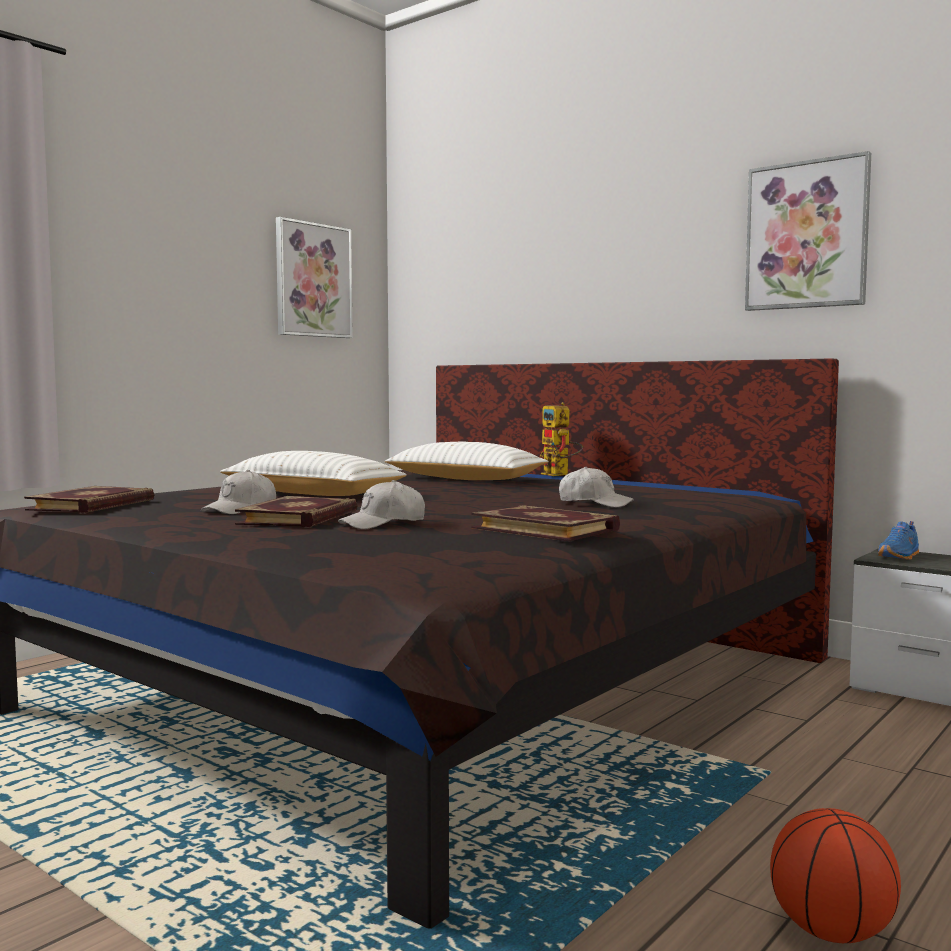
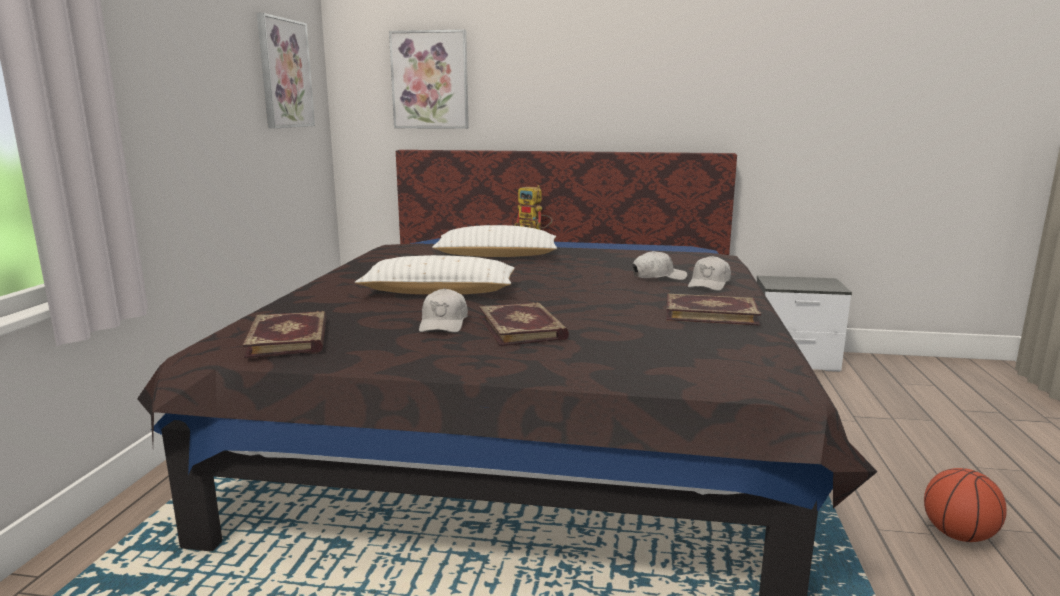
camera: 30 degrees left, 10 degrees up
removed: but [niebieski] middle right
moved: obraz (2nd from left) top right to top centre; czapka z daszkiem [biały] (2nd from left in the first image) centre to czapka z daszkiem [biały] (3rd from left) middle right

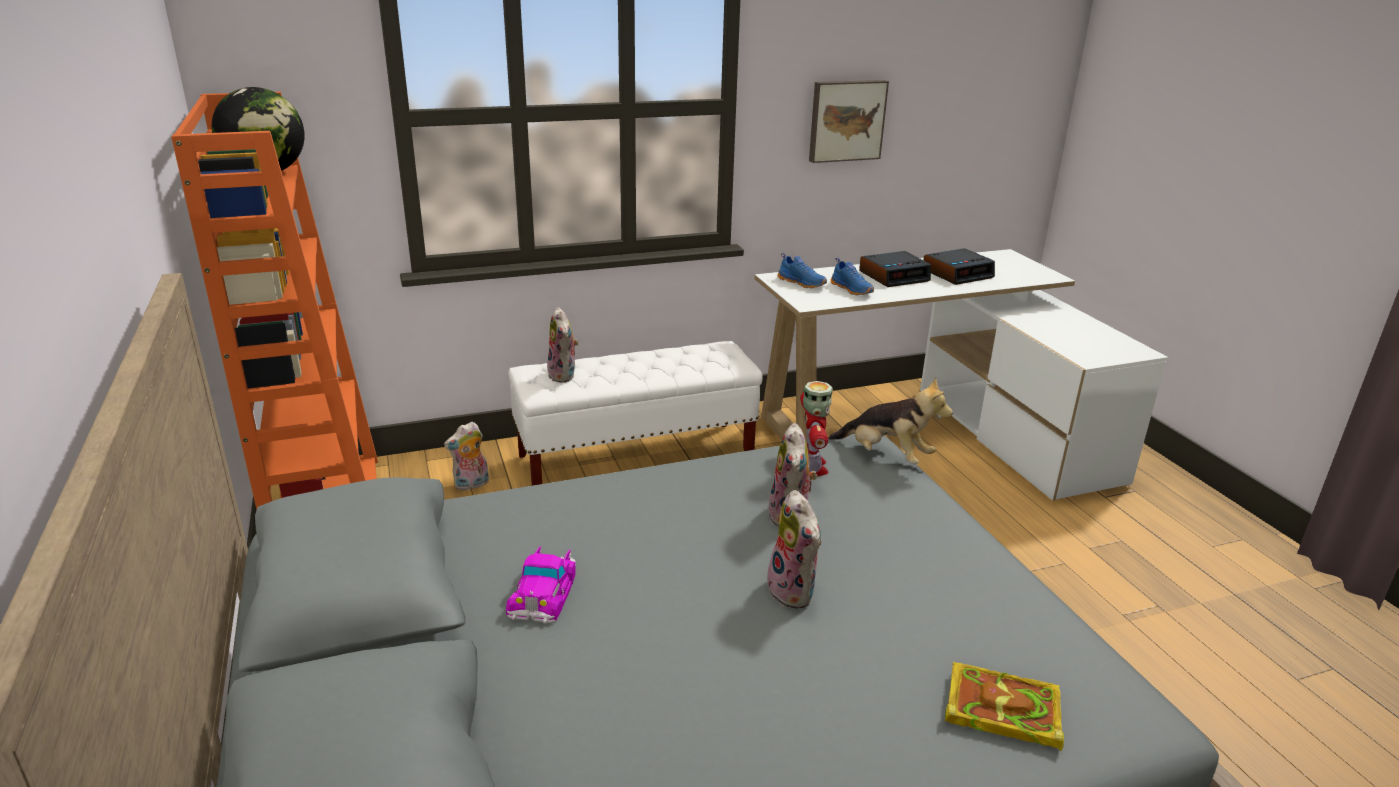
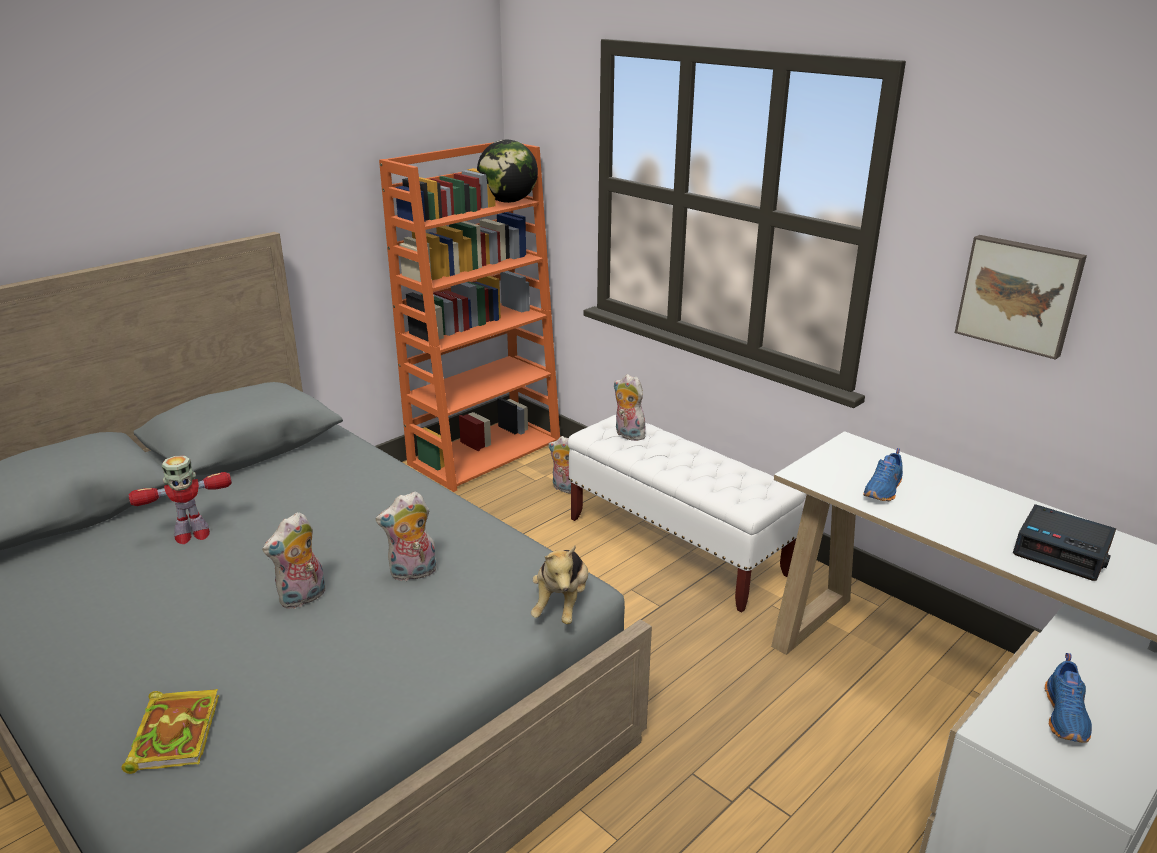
camera: 65 degrees right, 0 degrees up
removed: budzik (1st from left) centre; samochodzik bottom centre
moved: but [niebieski] (1st from left in the first image) centre to but [niebieski] (2nd from left) bottom right; robot zabawkowy centre to middle left
turned: pluszak (2nd from left in the first image) centre = centre 90 degrees clockwise

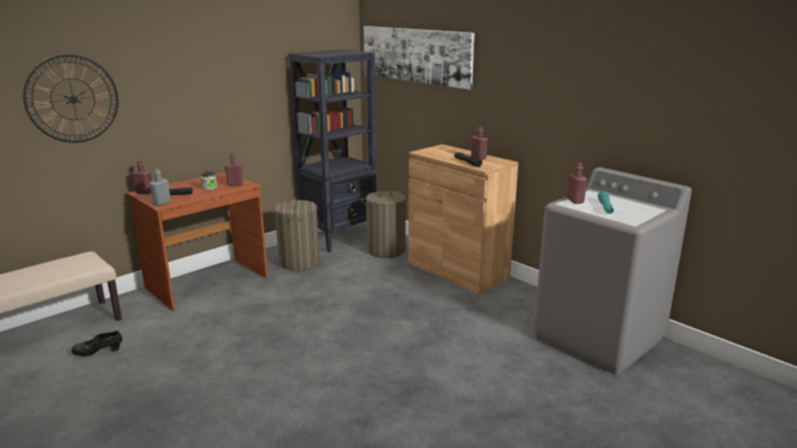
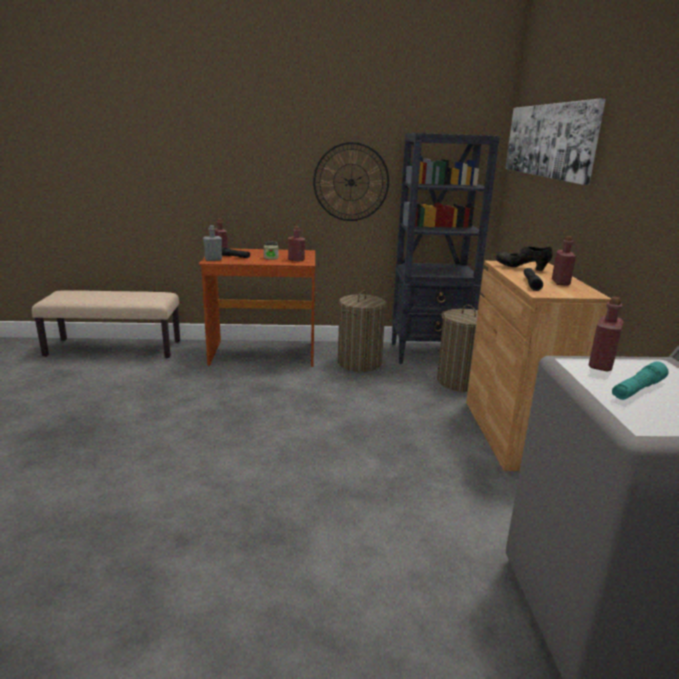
camera: 40 degrees right, 0 degrees up
moved: zegar ścienny top left to top centre; but [czarny] bottom left to middle right

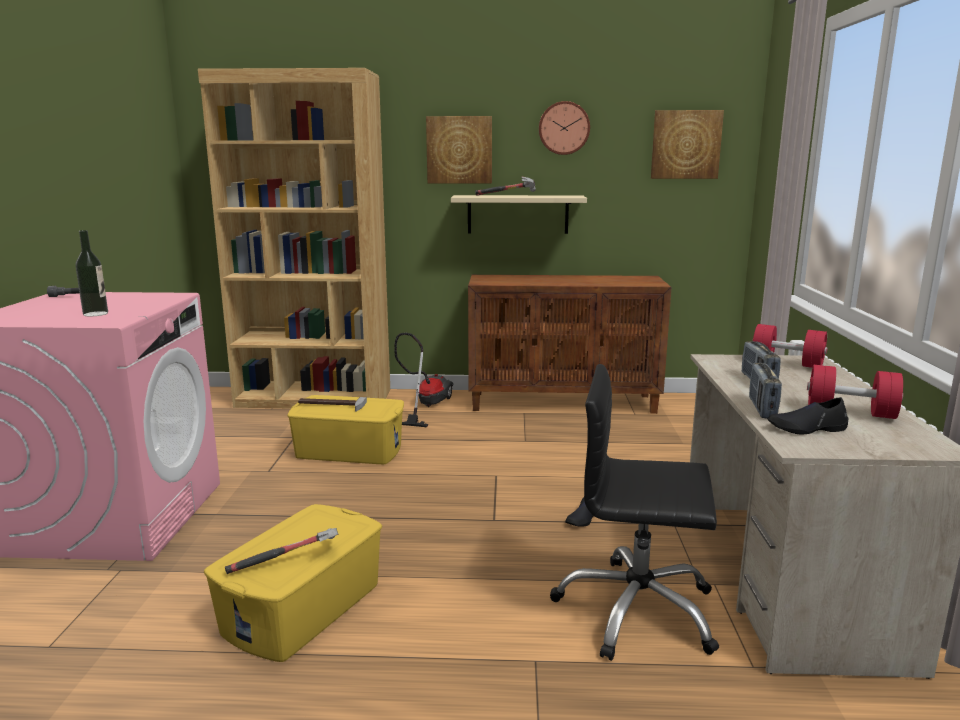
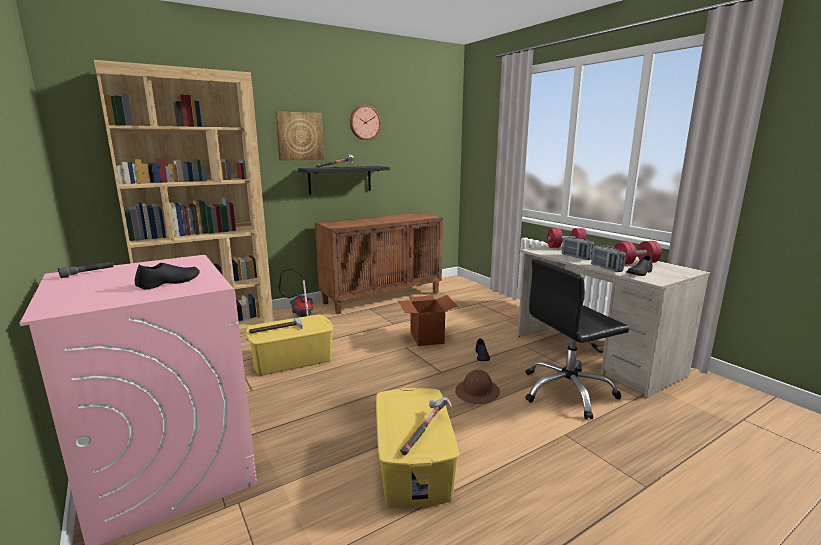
camera: 35 degrees left, 0 degrees up
removed: obraz (2nd from left) top right
added: karton centre; kask [brązowy] bottom centre
replaced: butelka middle left to but [czarny] (1st from left) middle left
recoloured: półka [beżowy] top centre to półka [czarny] top centre

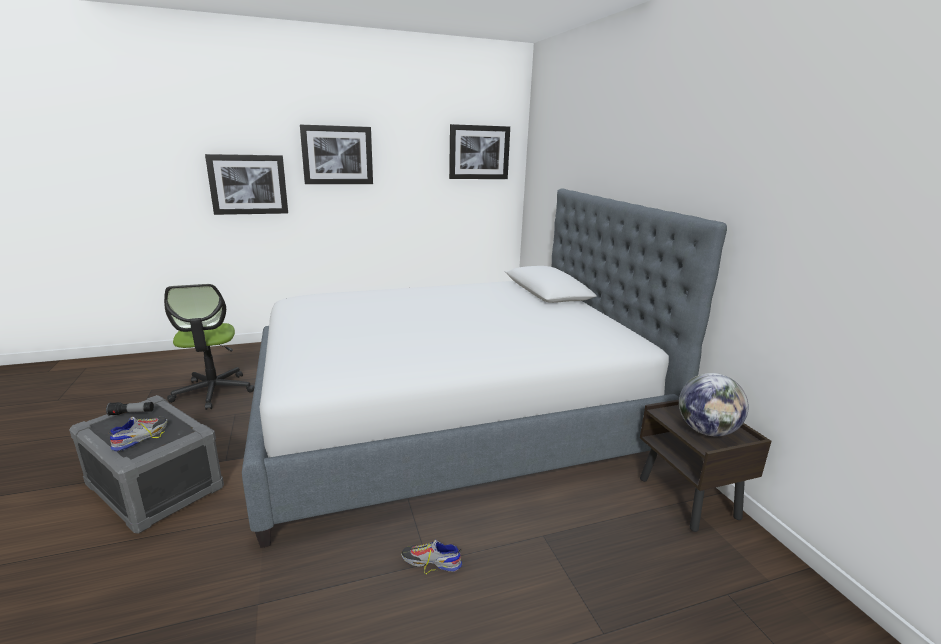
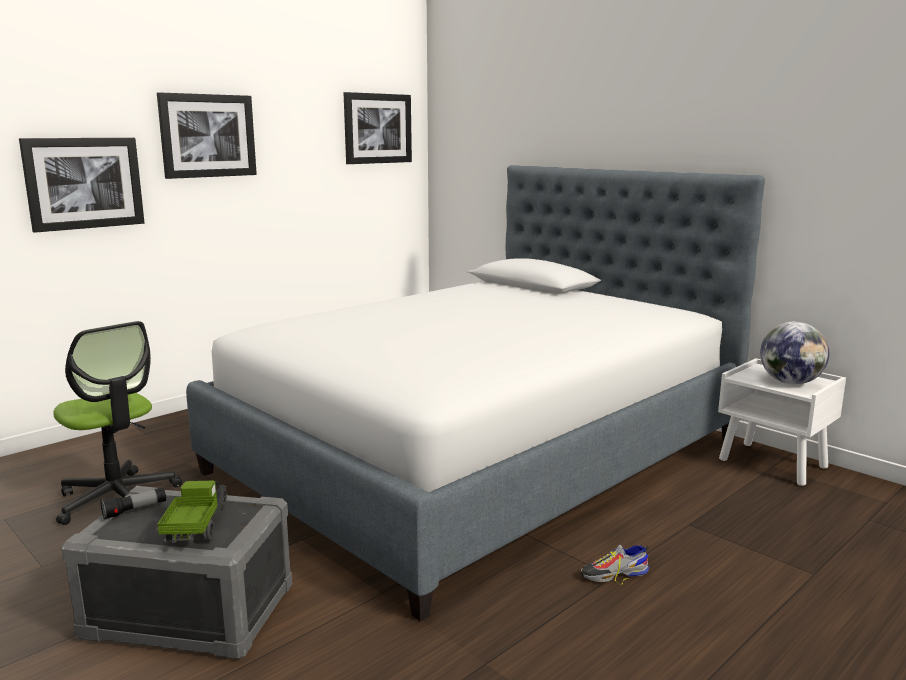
camera: 25 degrees left, 5 degrees down
replaced: but (1st from left) bottom left to ciężarówka zabawkowa bottom left
recoloured: szafka nocna [brązowy] bottom right to szafka nocna [biały] middle right

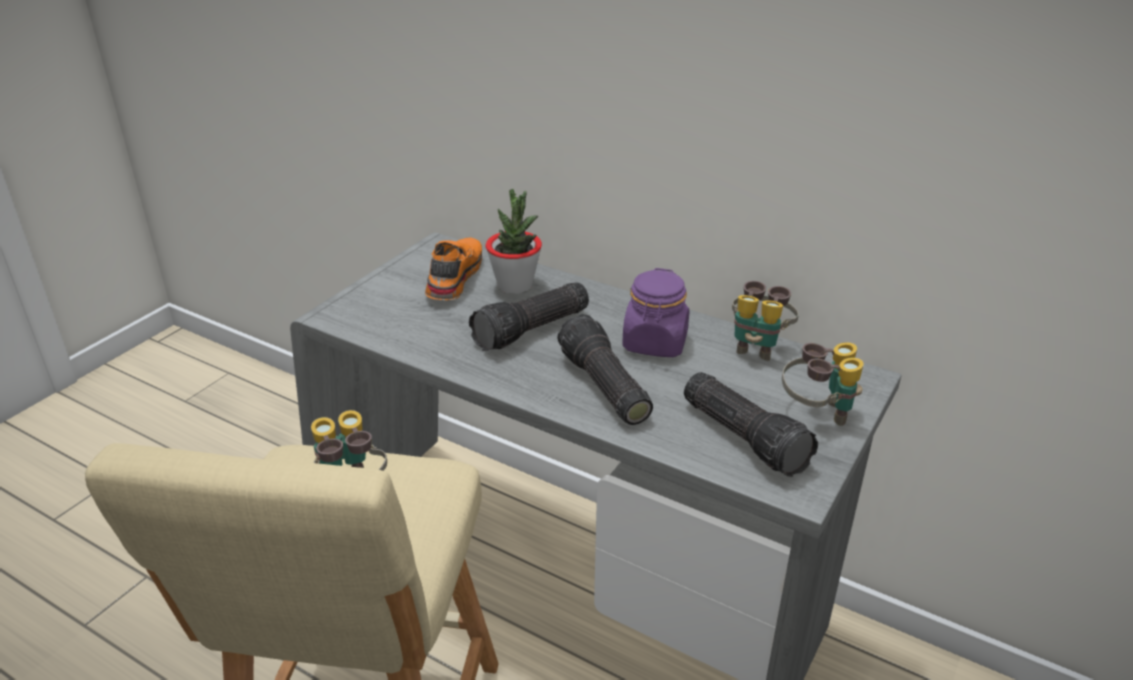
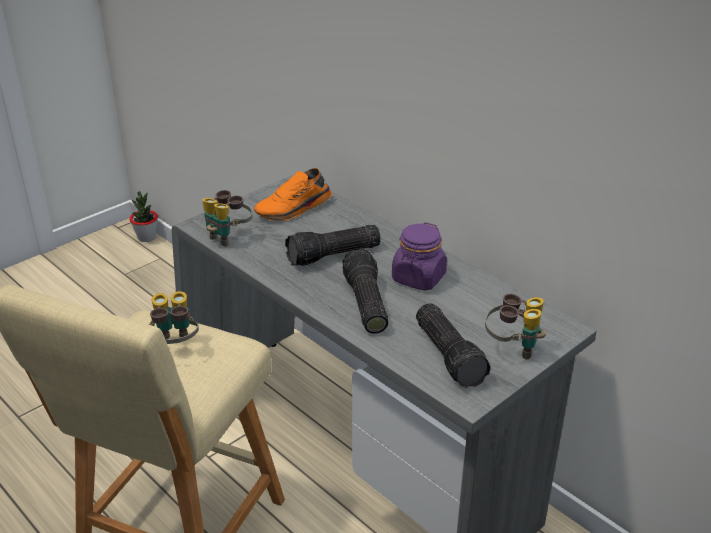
camera: 15 degrees right, 0 degrees up
moved: roślina doniczkowa centre to middle left; lornetka (2nd from left) middle right to middle left
turned: but [pomarańczowy] centre = centre 150 degrees counterclockwise

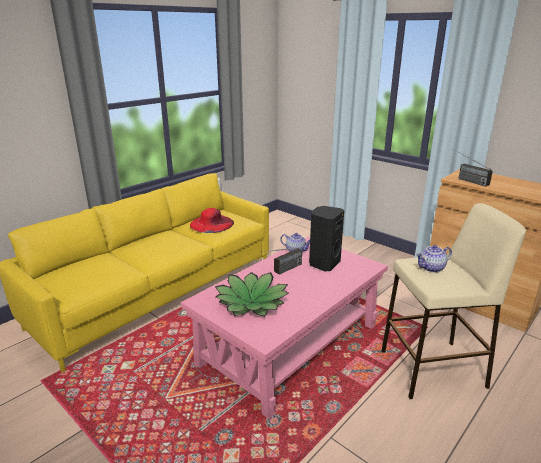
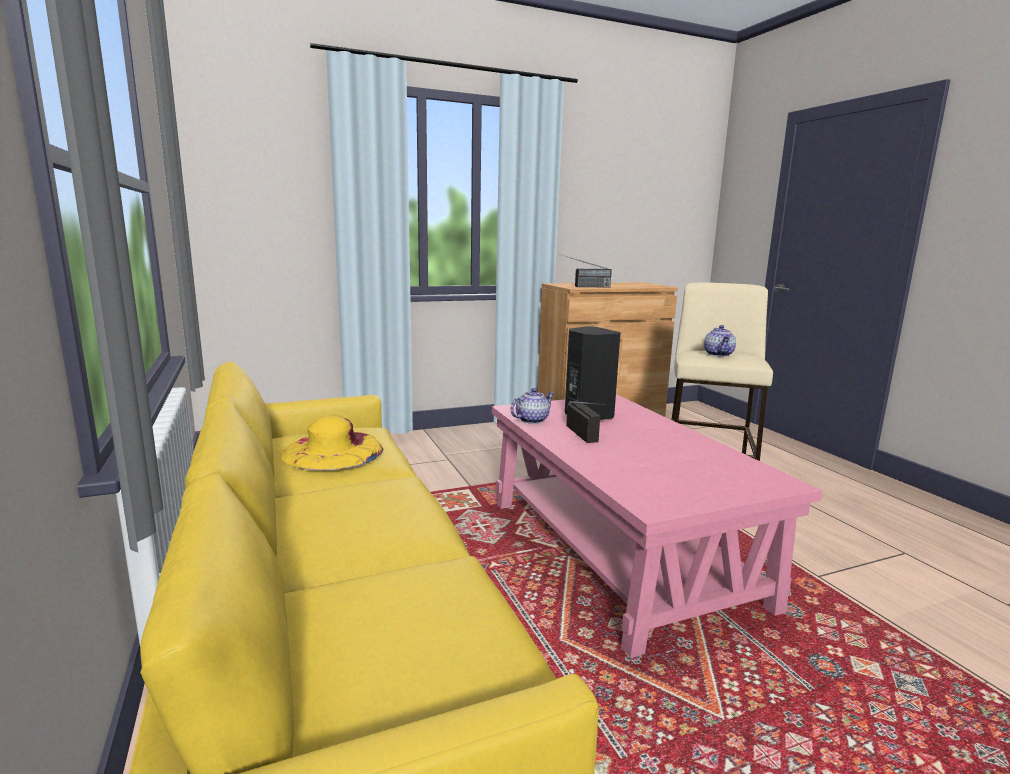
camera: 65 degrees left, 10 degrees down
removed: roślina doniczkowa centre
recoloured: kapelusz [czerwony] centre to kapelusz [żółty] middle left

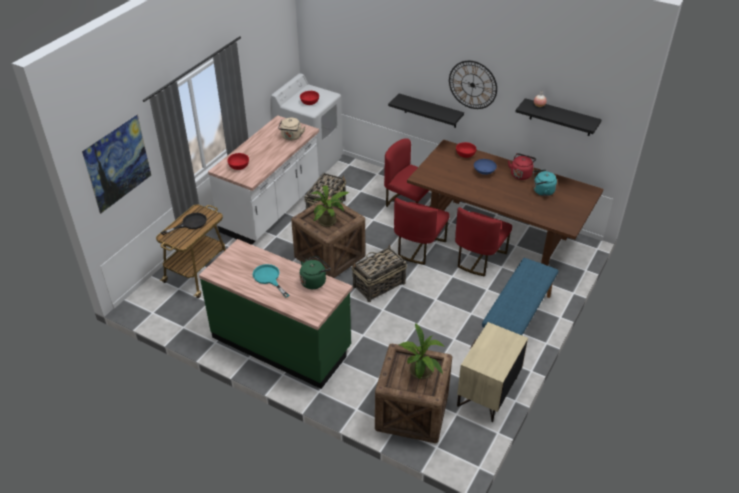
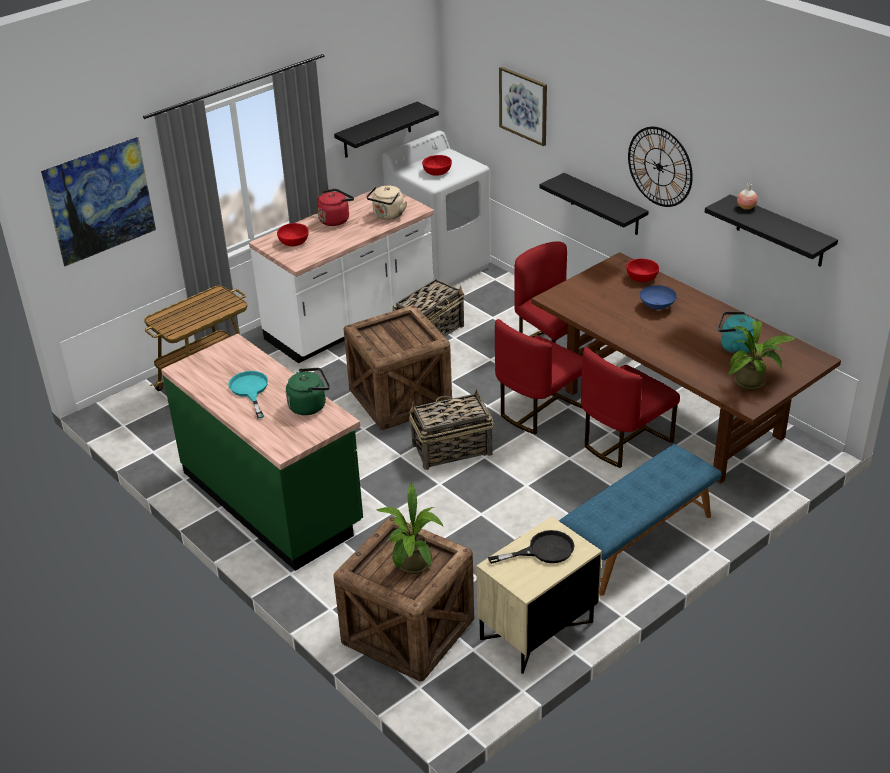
camera: 20 degrees right, 5 degrees down
added: obraz (2nd from left) top centre; półka [czarny] (1st from left) top centre
moved: czajnik [czerwony] middle right to top centre; roślina doniczkowa (1st from left in the first image) centre to roślina doniczkowa (2nd from left) middle right; patelnia [czarny] middle left to bottom centre

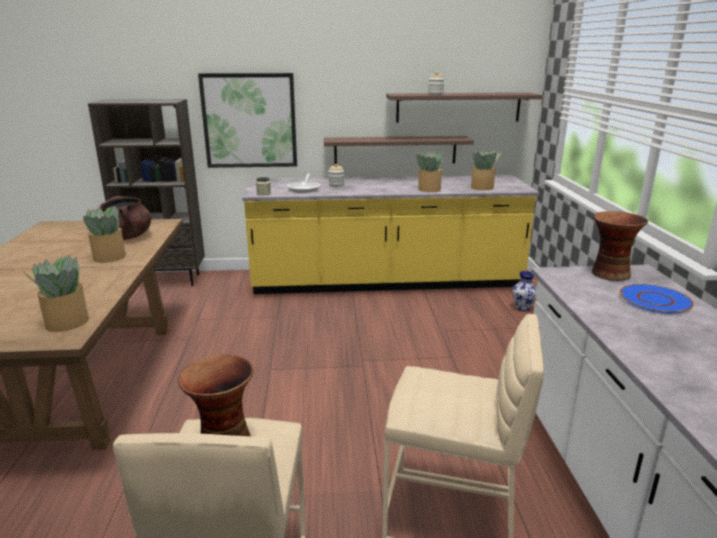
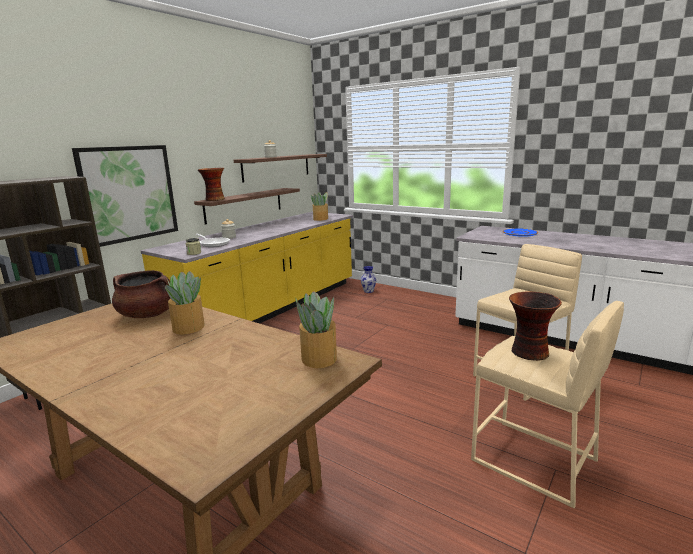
camera: 50 degrees left, 5 degrees down
removed: roślina doniczkowa (3rd from left) top centre
moved: wazon (3rd from left in the first image) middle right to wazon (1st from left) top left

